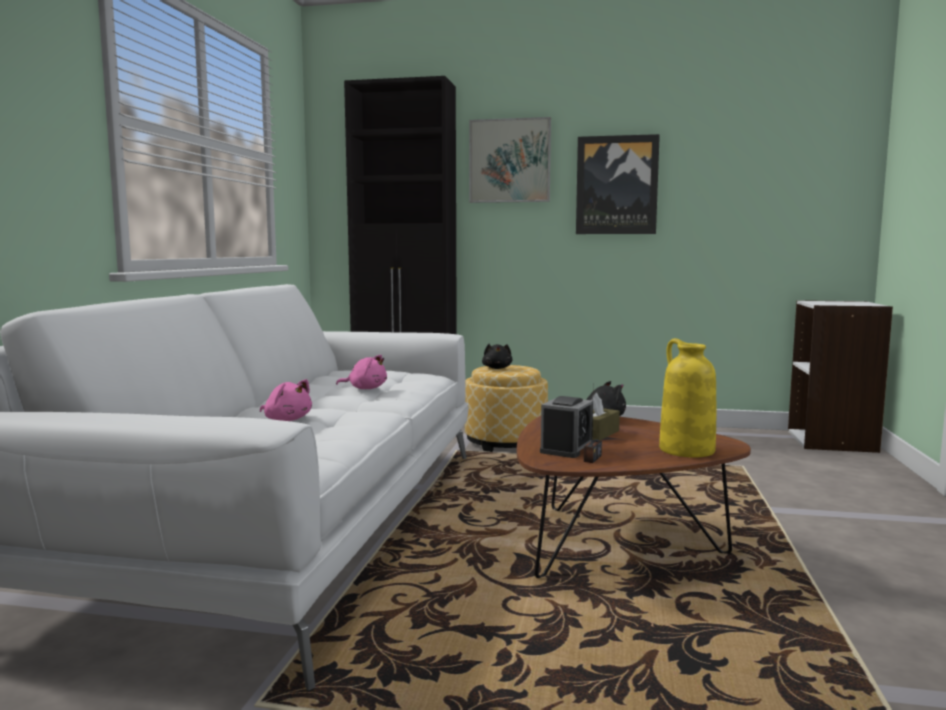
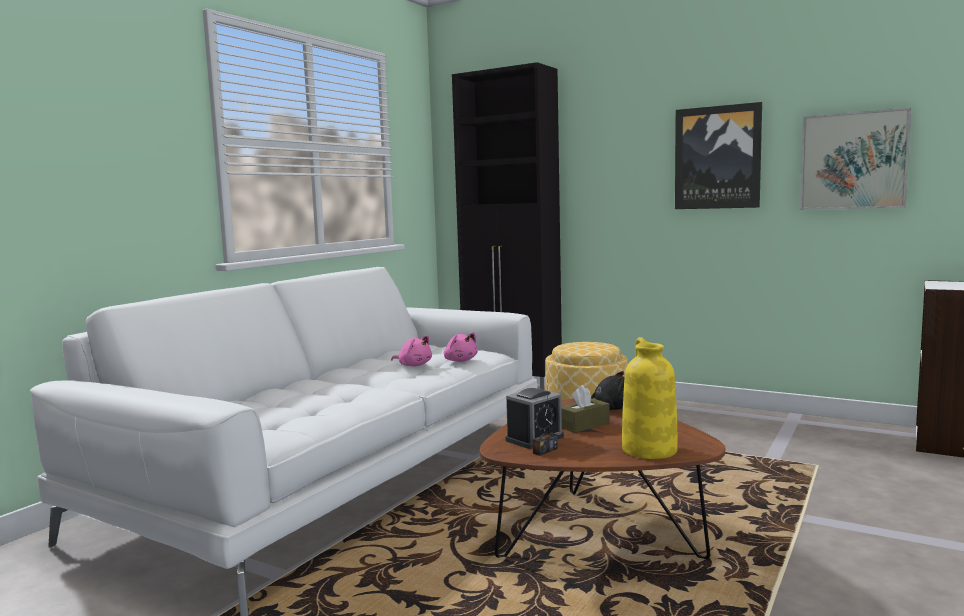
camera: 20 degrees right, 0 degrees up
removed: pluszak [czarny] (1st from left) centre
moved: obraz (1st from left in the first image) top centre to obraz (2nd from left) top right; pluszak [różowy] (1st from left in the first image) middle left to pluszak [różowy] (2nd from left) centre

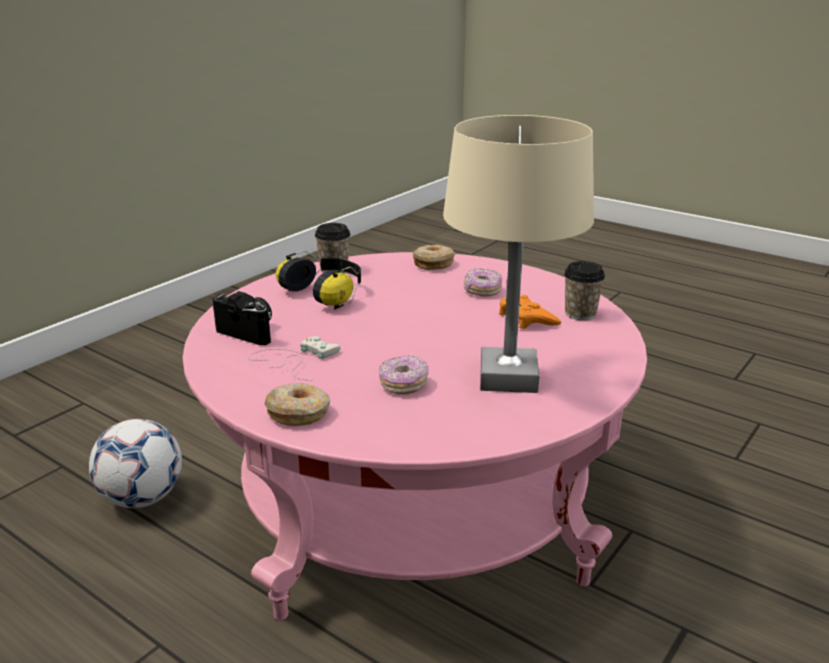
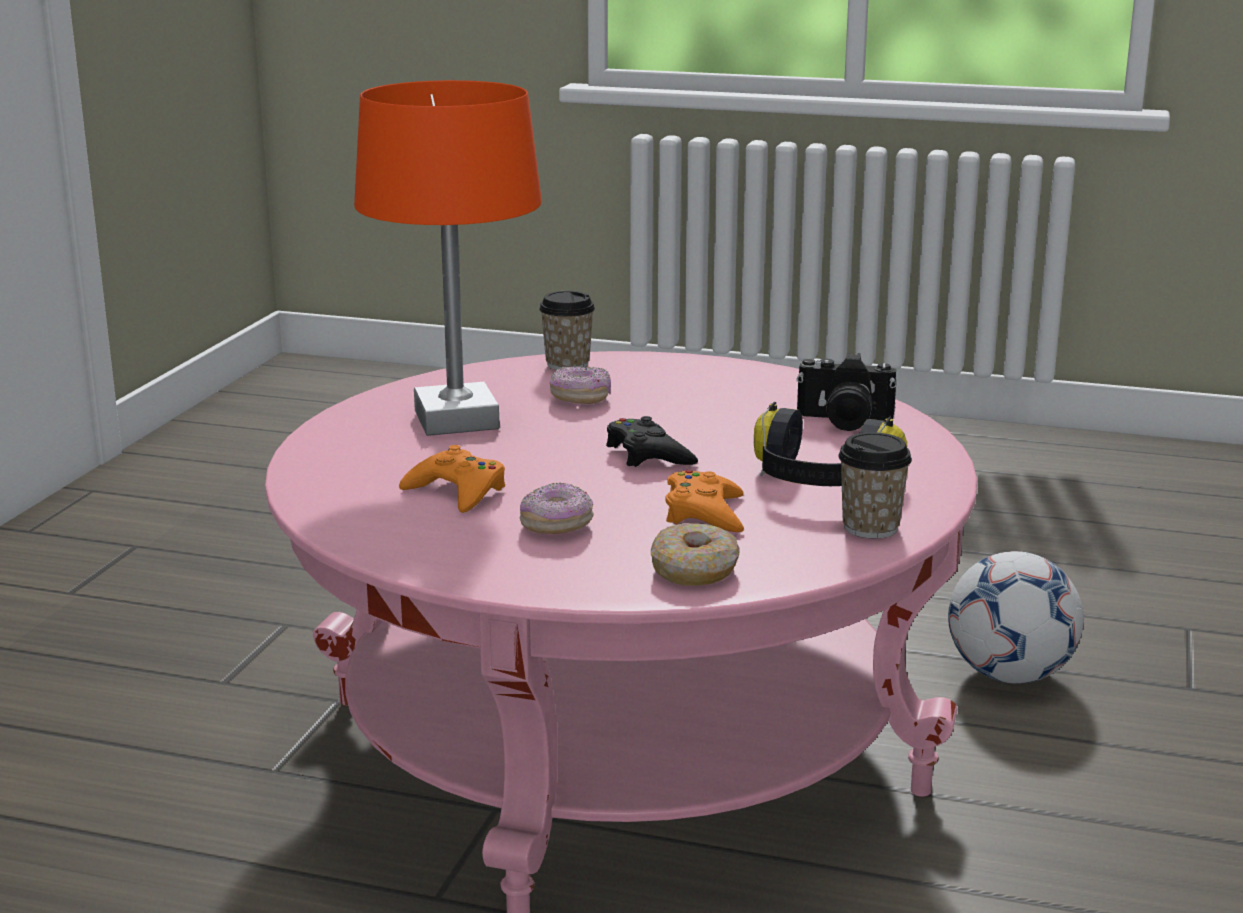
camera: 160 degrees right, 5 degrees down
removed: pad do gier [biały] centre; donut (1st from left) centre
added: pad do gier [czarny] centre; pad do gier [pomarańczowy] (2nd from left) centre
moved: filiżanka (2nd from left in the first image) middle right to filiżanka (1st from left) centre
recoloured: lampa stołowa [beżowy] centre to lampa stołowa [pomarańczowy] top centre

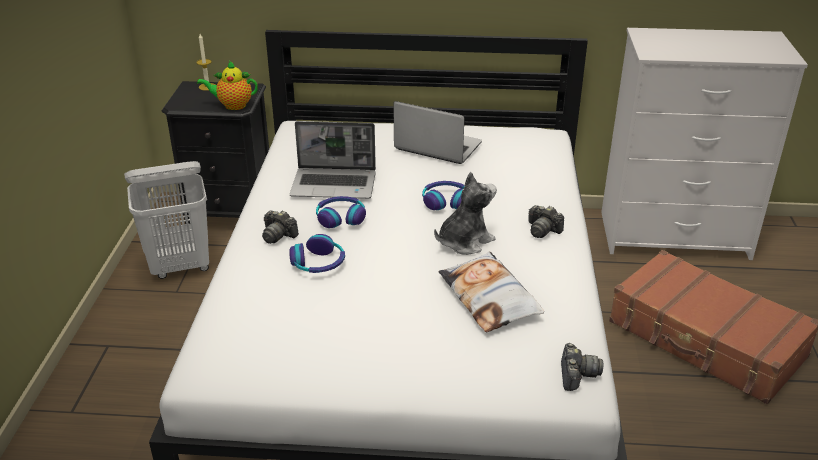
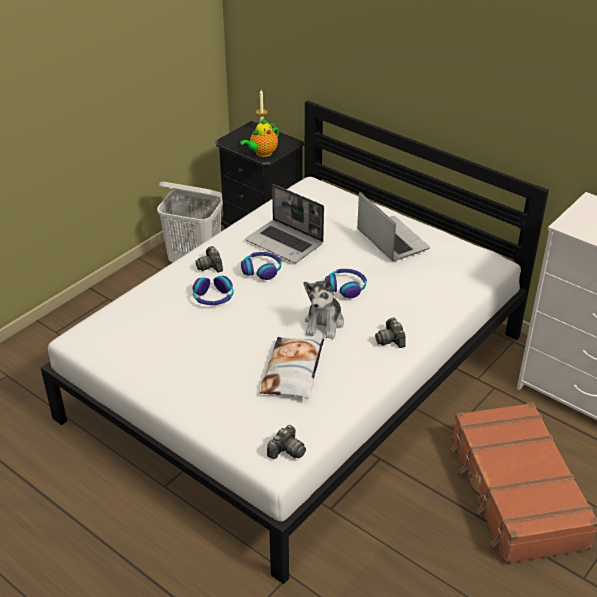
camera: 35 degrees right, 5 degrees up
turned: imbryk top left = top centre 75 degrees counterclockwise; pluszak centre = centre 105 degrees clockwise

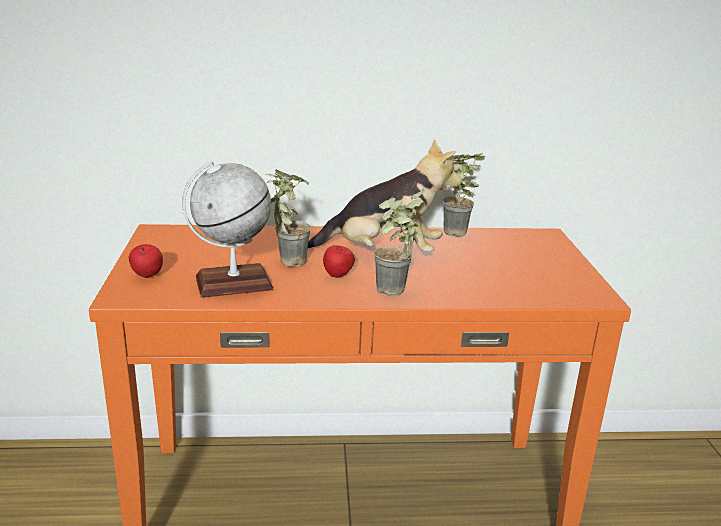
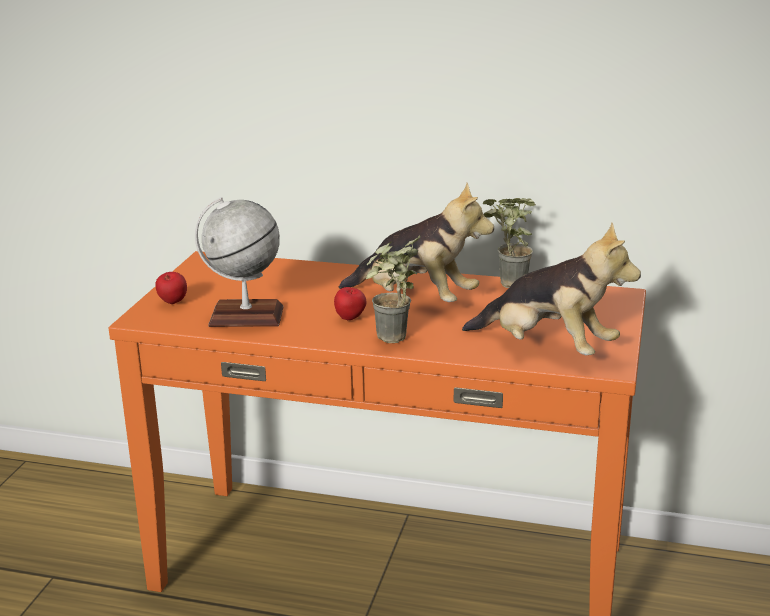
camera: 20 degrees right, 0 degrees up
removed: roślina doniczkowa (1st from left) centre
added: pluszak (2nd from left) middle right

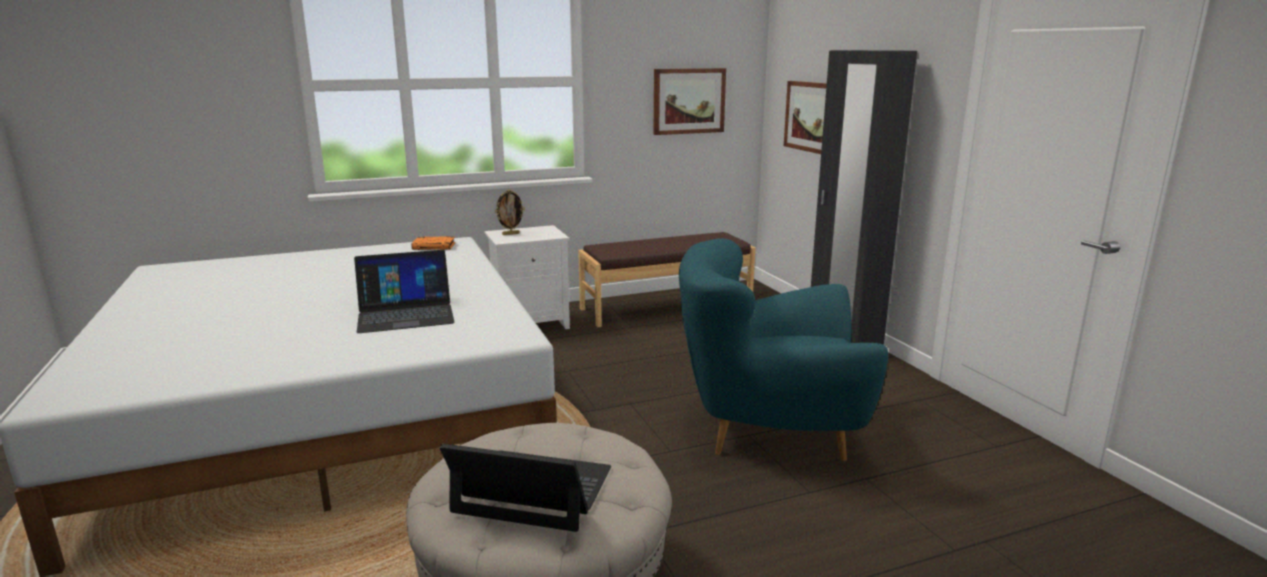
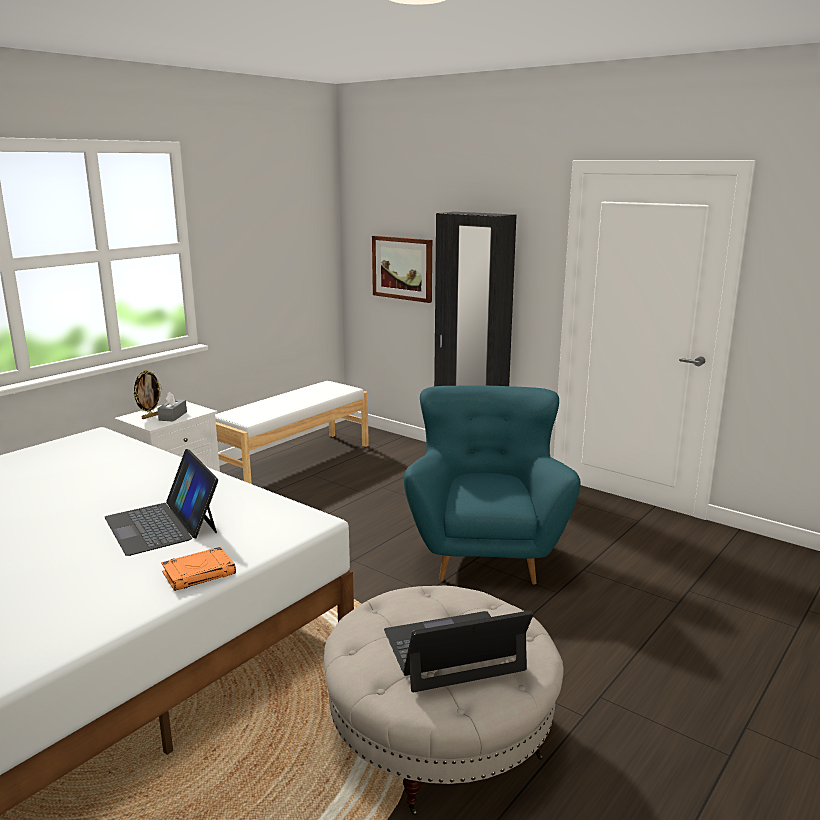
camera: 30 degrees left, 0 degrees up
removed: obraz (1st from left) top centre
added: pudełko chusteczek [szary] middle left
moved: książka [pomarańczowy] centre to bottom left
recoloured: ławka [brązowy] centre to ławka [biały] centre
turned: fotel [turkusowy] centre = centre 120 degrees clockwise; laptop (1st from left) middle left = middle left 105 degrees clockwise

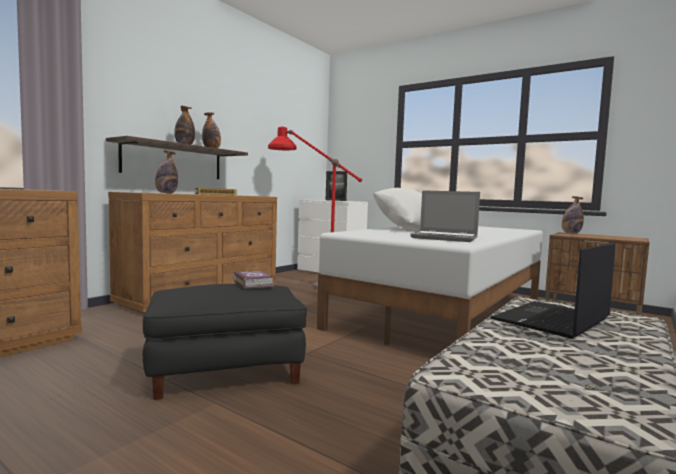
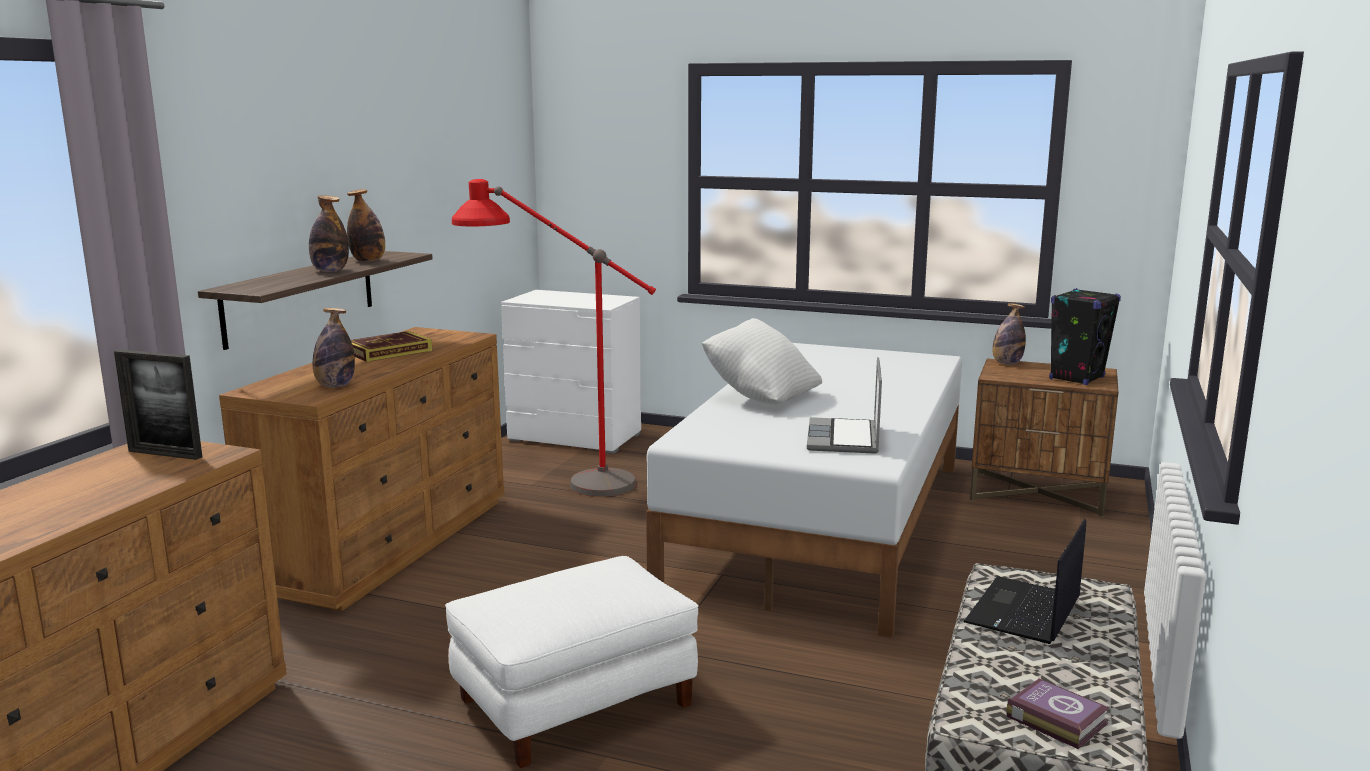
camera: 15 degrees left, 10 degrees up
added: głośnik [czarny] middle right
moved: ramka na zdjęcie centre to middle left; książka (2nd from left) centre to bottom right
recoloured: pufa [czarny] bottom left to pufa [biały] bottom centre
turned: laptop (1st from left) centre = centre 90 degrees clockwise

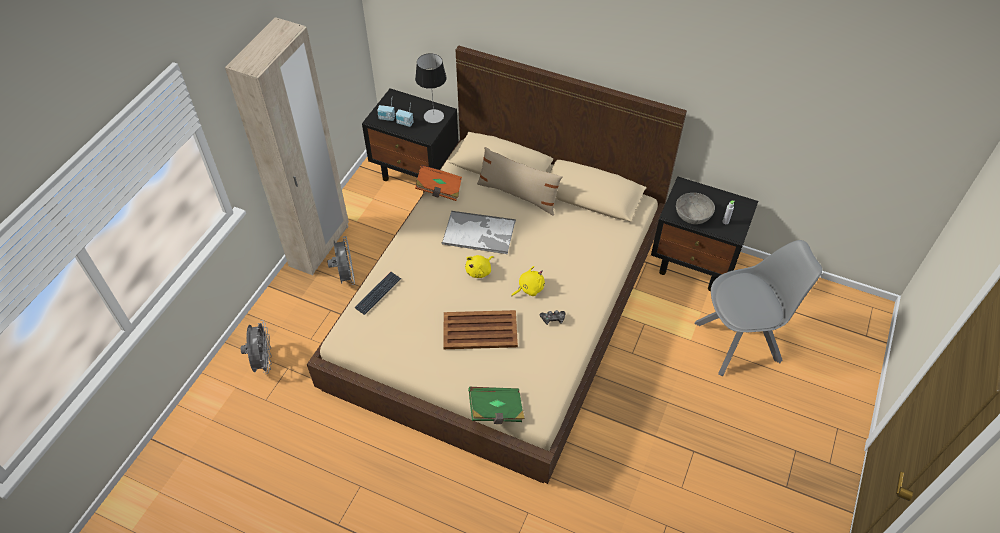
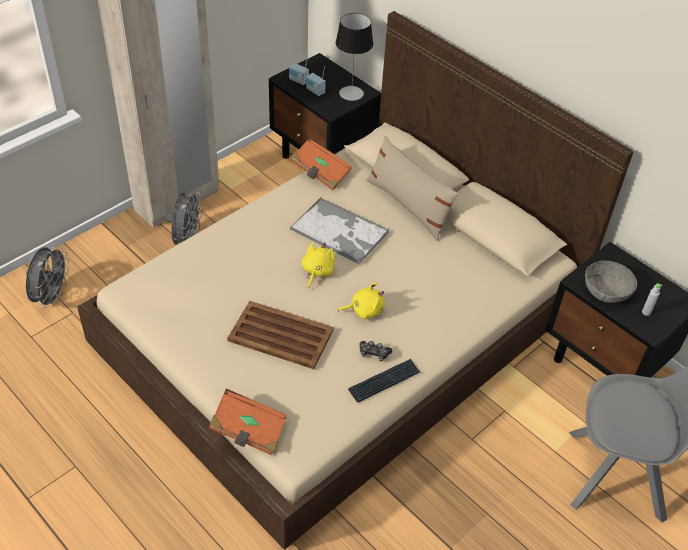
camera: 20 degrees right, 5 degrees down
moved: klawiatura centre to bottom centre
recoloured: książka [zielony] bottom centre to książka [pomarańczowy] (1st from left) bottom centre
turned: pluszak [żółty] (1st from left) centre = centre 135 degrees clockwise

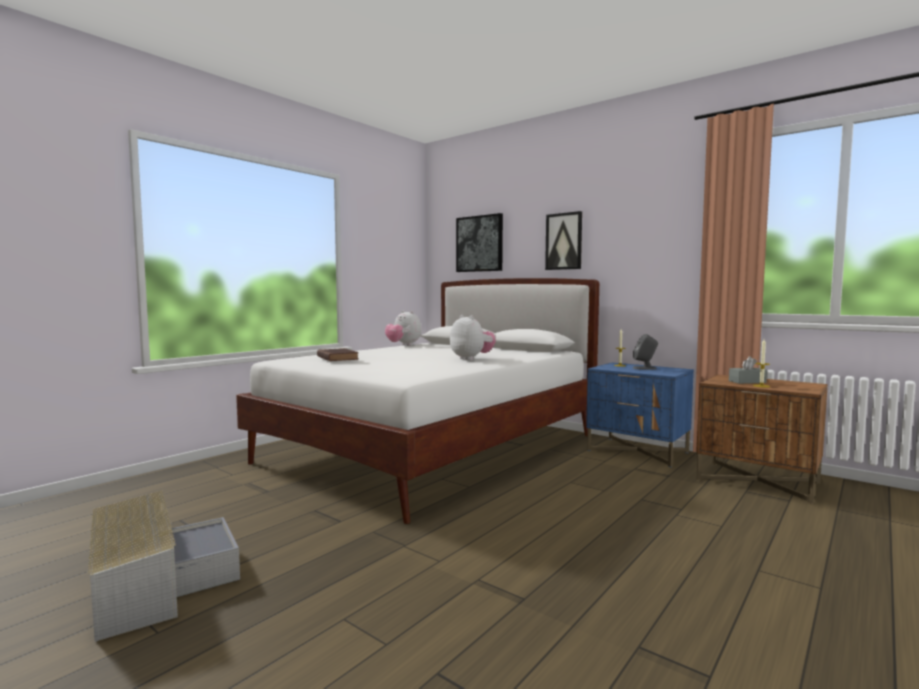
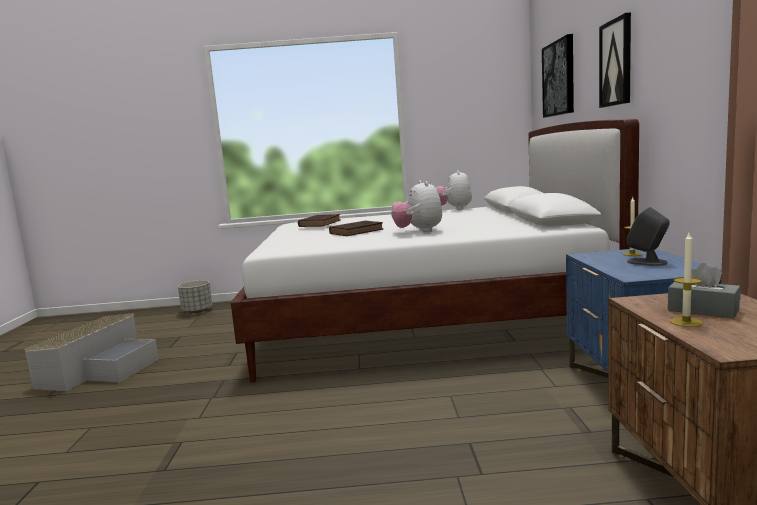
camera: 50 degrees right, 5 degrees up
added: książka [brązowy] (2nd from left) centre; donica [szary] middle left
turned: pluszak (2nd from left in the first image) centre = centre 150 degrees clockwise

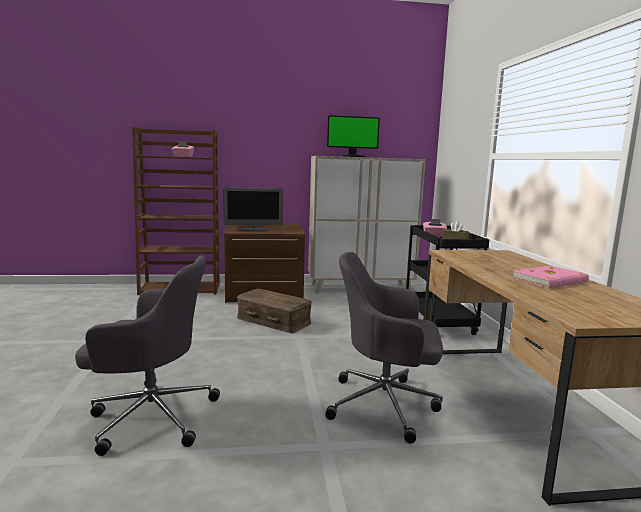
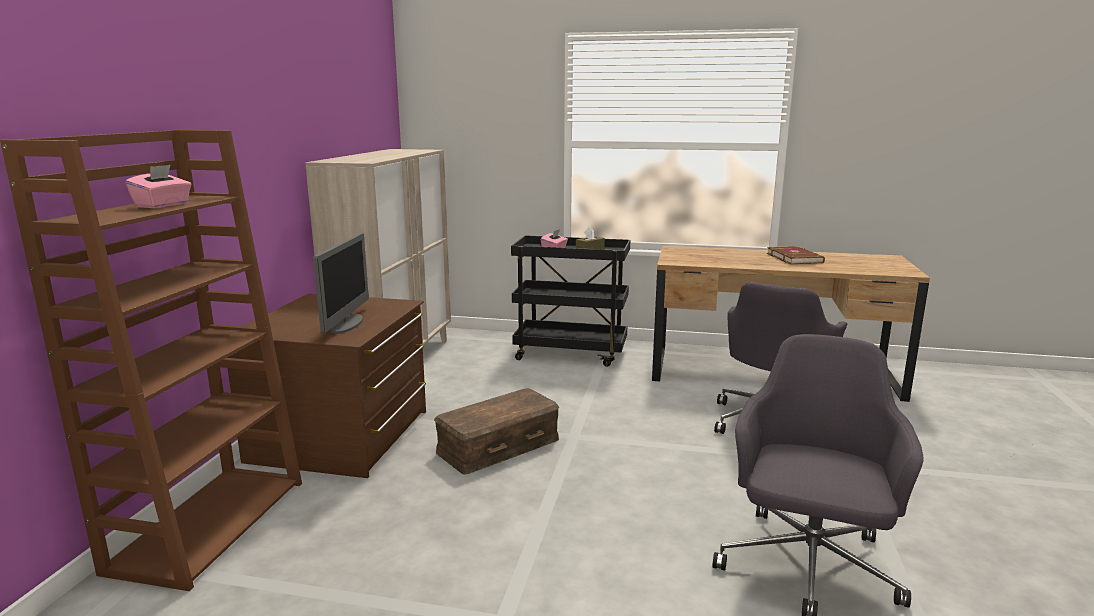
camera: 70 degrees left, 5 degrees up
removed: monitor (2nd from left) top centre
recoloured: książka [różowy] middle right to książka [brązowy] middle right

